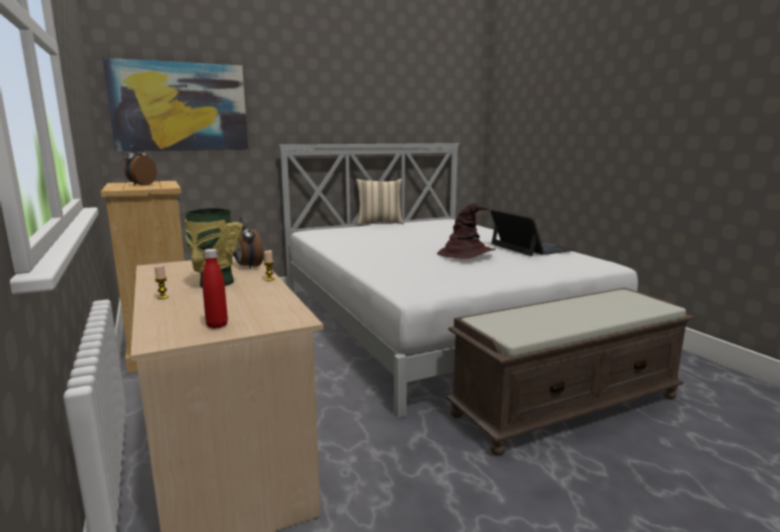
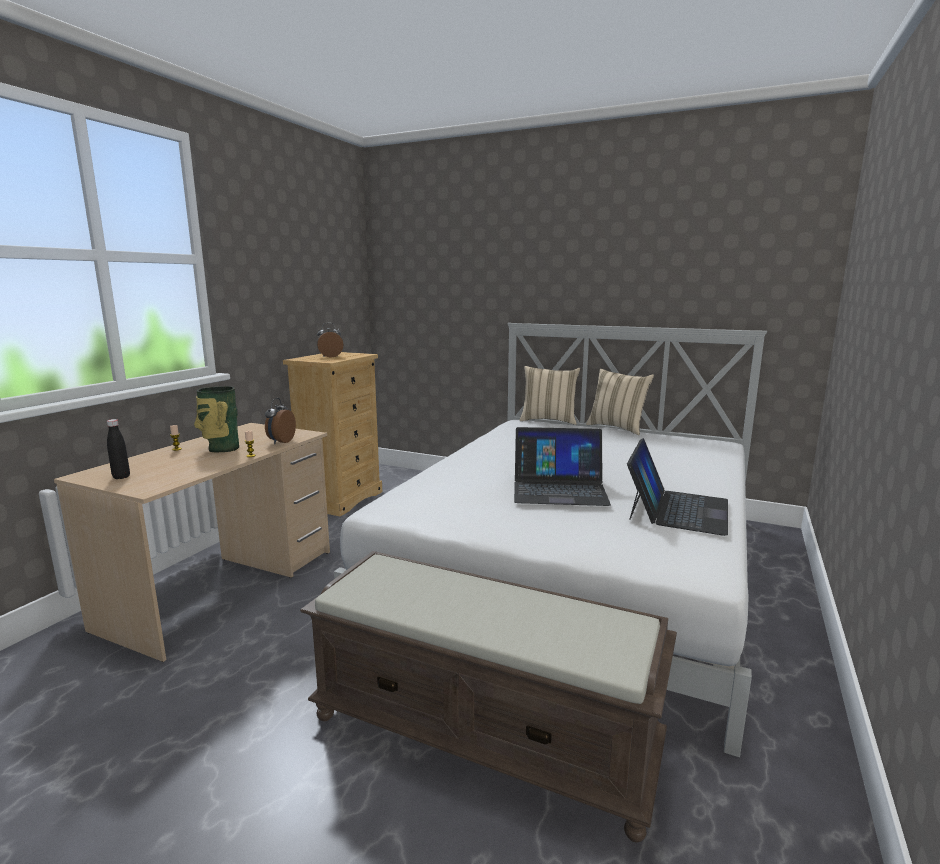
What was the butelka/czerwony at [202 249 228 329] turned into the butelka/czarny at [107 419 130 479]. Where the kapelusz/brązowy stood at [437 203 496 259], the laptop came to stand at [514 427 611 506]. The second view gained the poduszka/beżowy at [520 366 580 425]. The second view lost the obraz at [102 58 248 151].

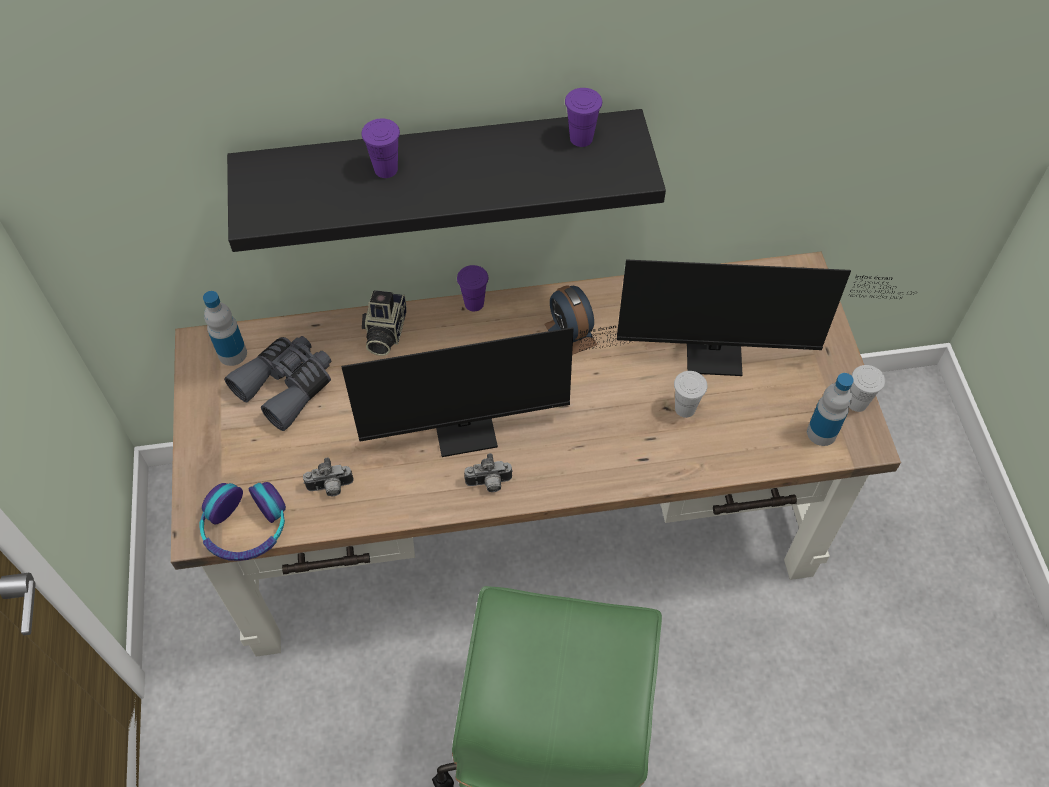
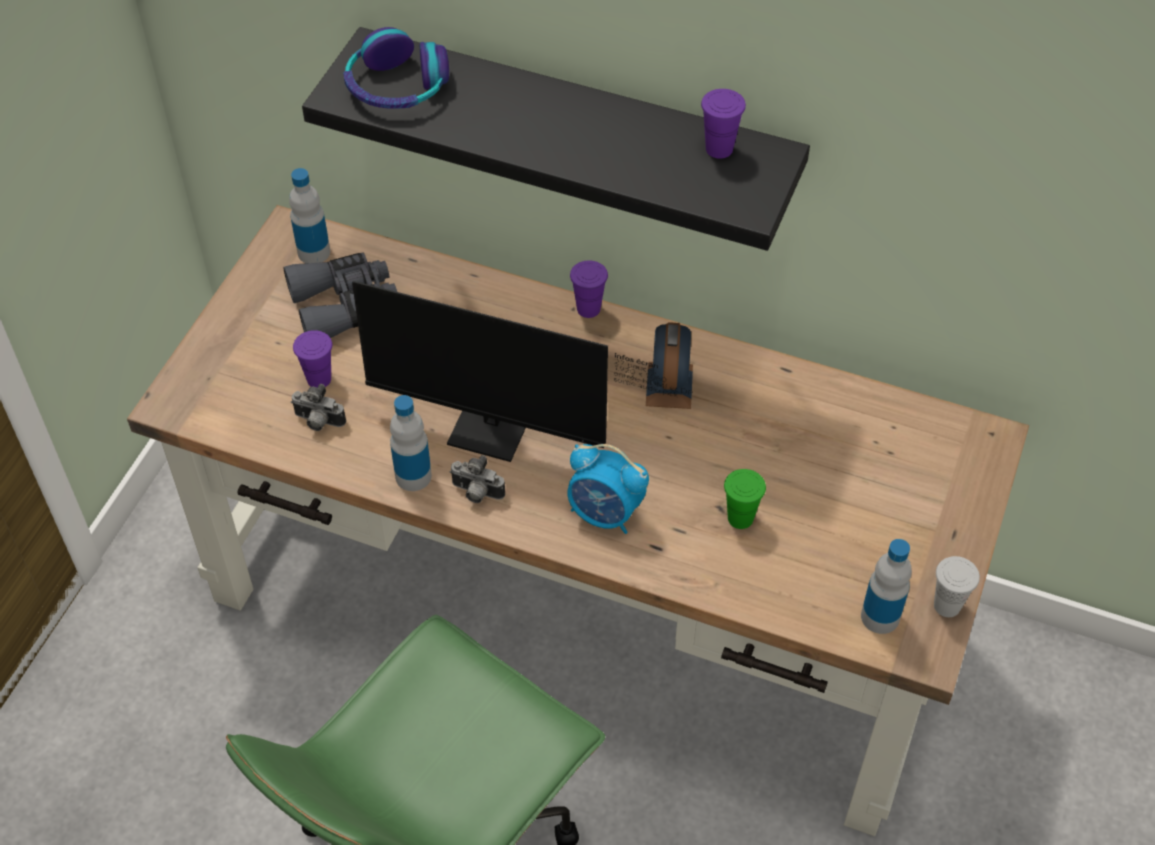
The filiżanka/fioletowy ended up elsewhere, having gone from [362 119 400 178] to [293 330 332 388]. The słuchawki ended up elsewhere, having gone from [200 482 286 561] to [343 27 449 108]. The second view gained the butelka at [390 395 432 491]. The second view gained the budzik at [567 444 649 534]. What was the filiżanka/biały at [674 371 707 418] turned into the filiżanka/zielony at [724 469 766 529]. The second view lost the aparat fotograficzny at [362 290 407 356]. The second view lost the monitor at [617 259 914 376].

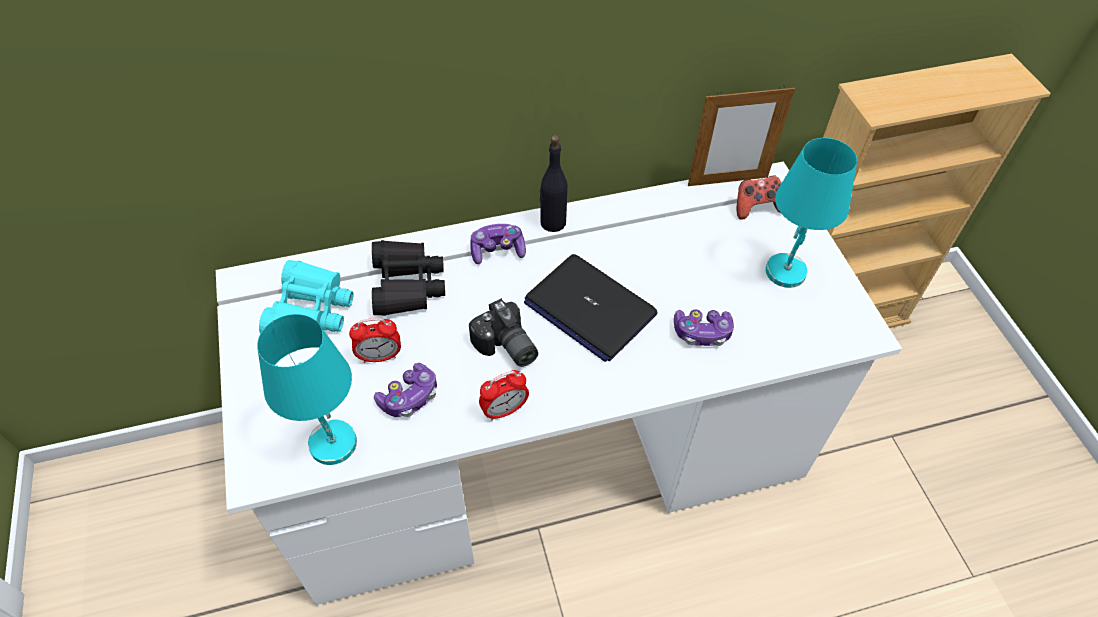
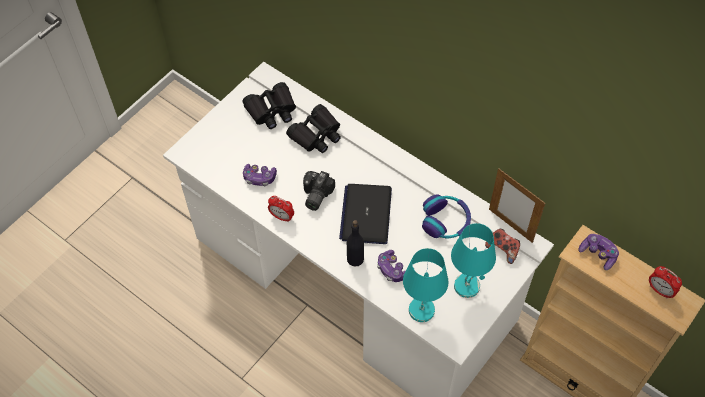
What was the lornetka/turkusowy at [259 260 354 333] turned into the lornetka/czarny at [242 82 296 129]. The butelka/czarny ended up elsewhere, having gone from [539 135 568 232] to [346 220 364 267]. The lampa stołowa/turkusowy ended up elsewhere, having gone from [257 314 357 465] to [403 248 448 322]. The second view gained the słuchawki at [422 194 471 238]. The pad do gier ended up elsewhere, having gone from [470 224 526 264] to [578 234 619 270]. The budzik ended up elsewhere, having gone from [349 318 401 363] to [649 266 682 299].

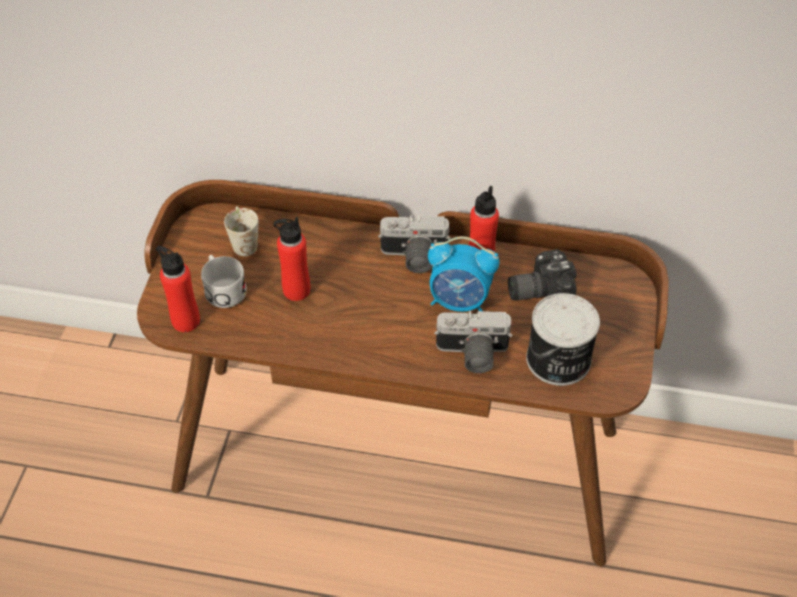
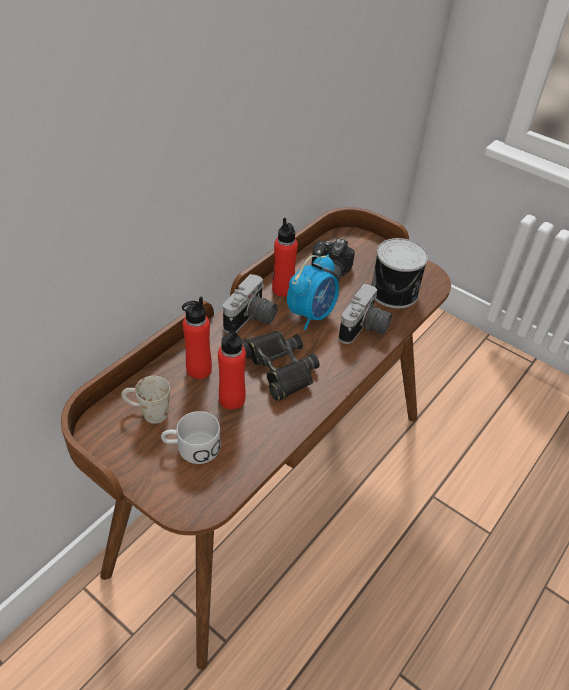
The butelka/czerwony ended up elsewhere, having gone from [156 246 200 332] to [182 297 212 379]. The second view gained the lornetka/czarny at [242 331 320 401].

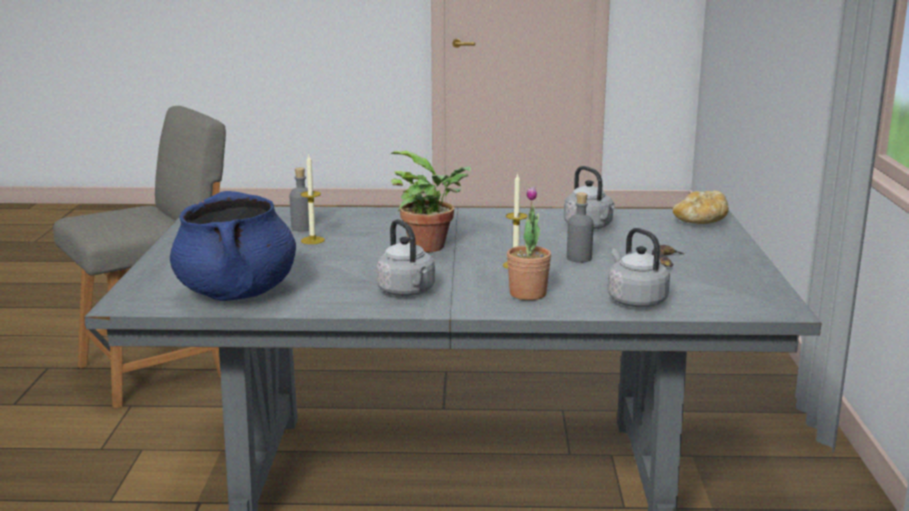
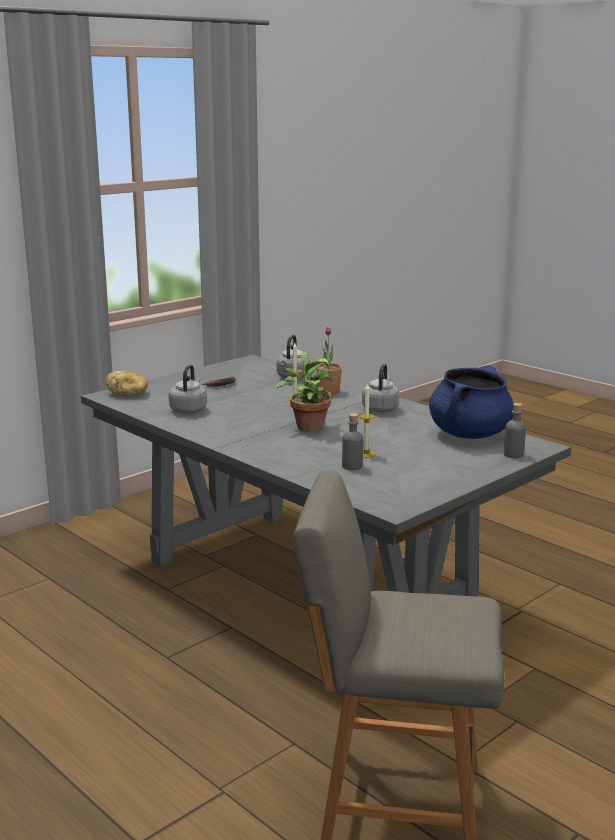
The butelka/szary ended up elsewhere, having gone from [567 192 594 263] to [504 403 526 458].

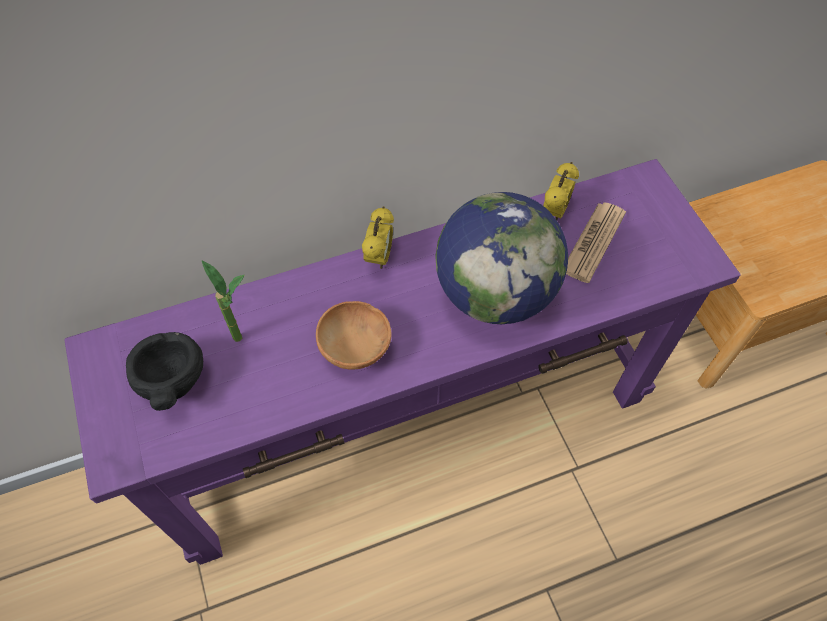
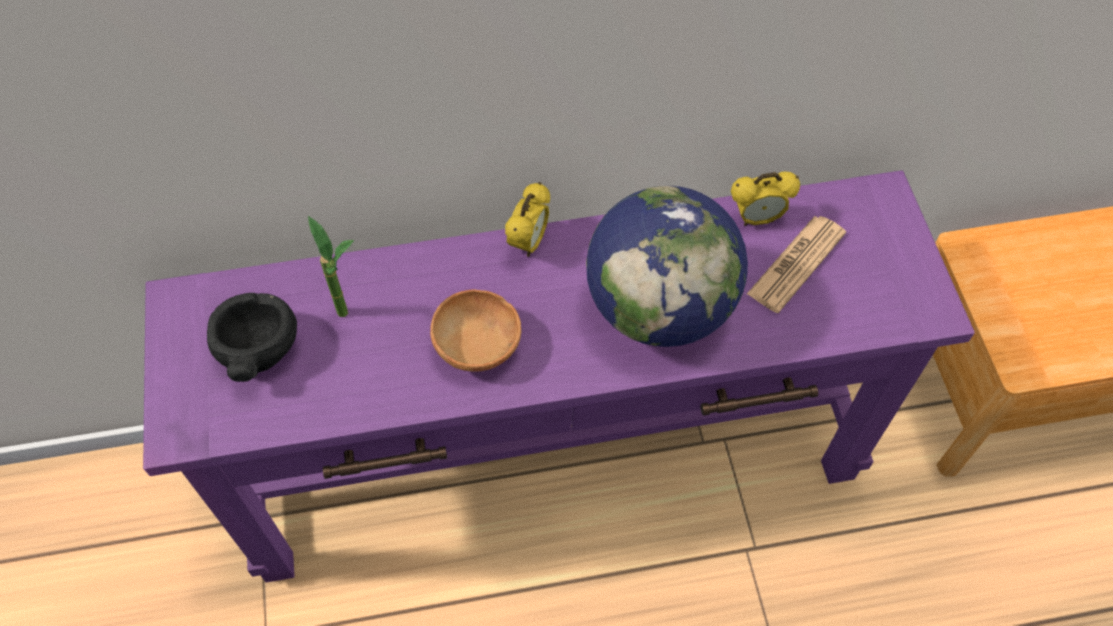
The budzik at [543 162 579 220] ended up facing another way, 45 degrees clockwise from before.

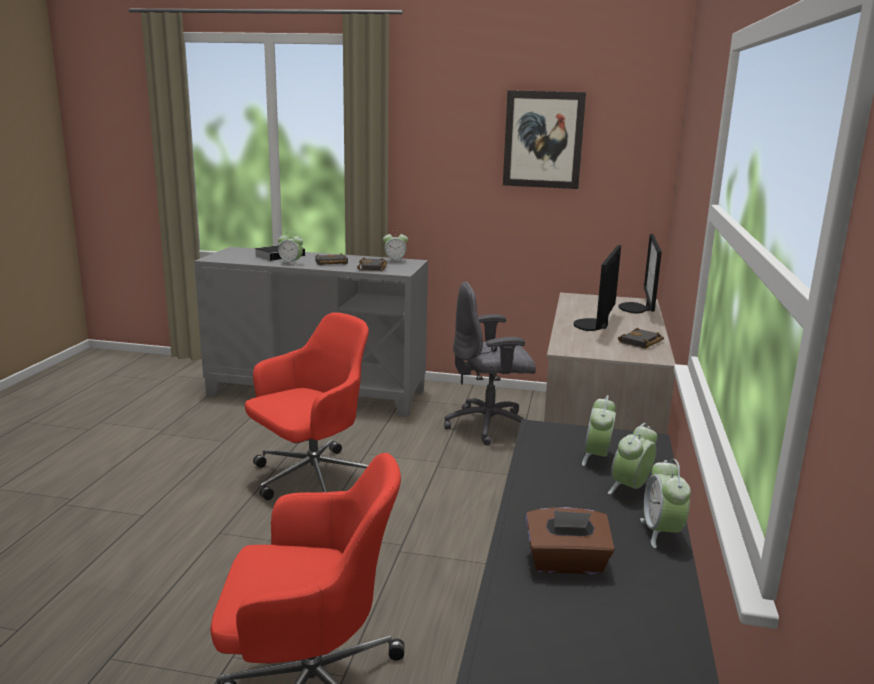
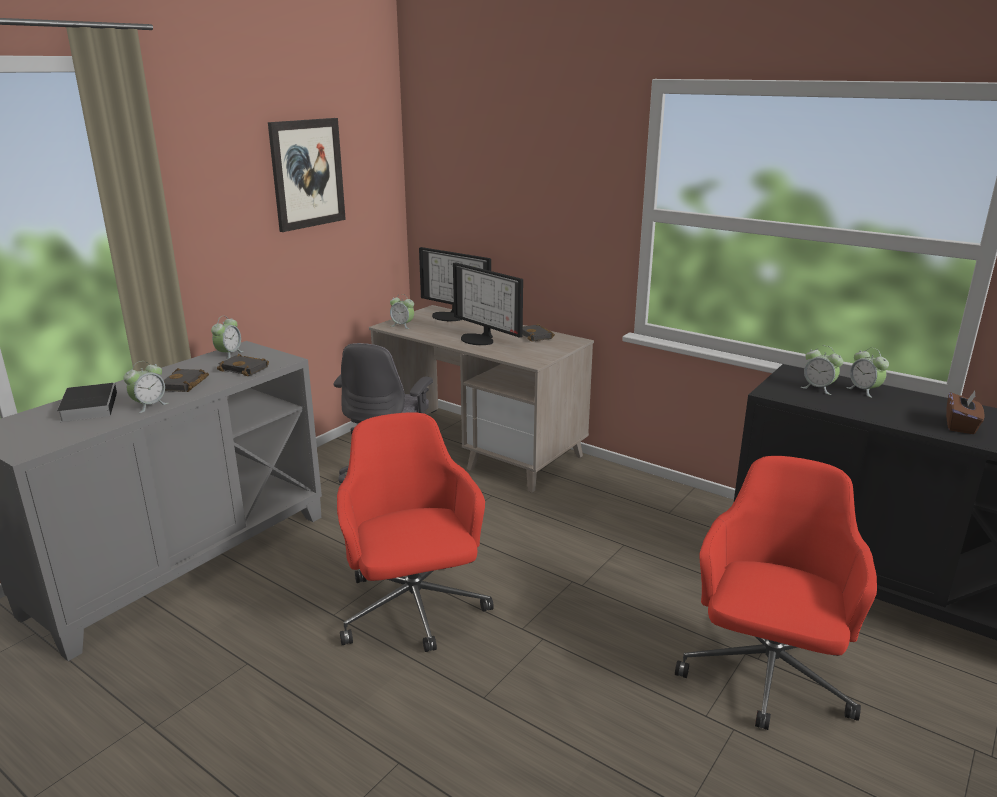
The budzik ended up elsewhere, having gone from [640 459 691 548] to [390 294 414 329].

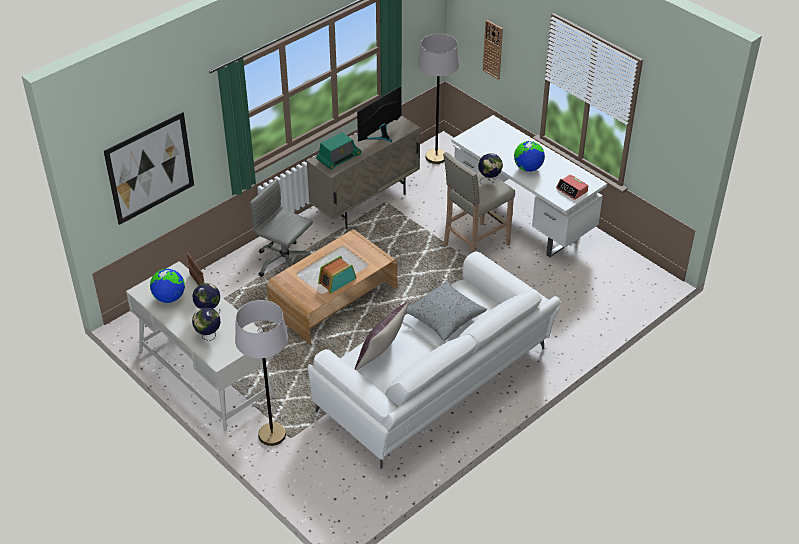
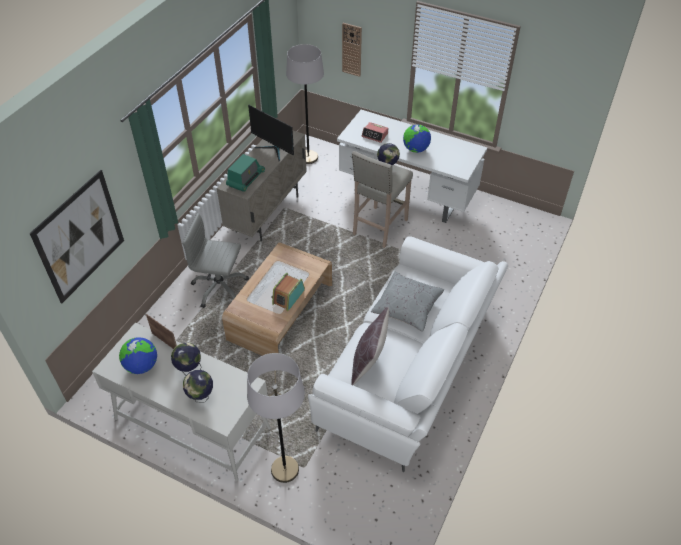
The monitor at [357 85 402 142] ended up facing another way, 75 degrees counterclockwise from before. The budzik ended up elsewhere, having gone from [556 174 588 200] to [362 122 388 143].

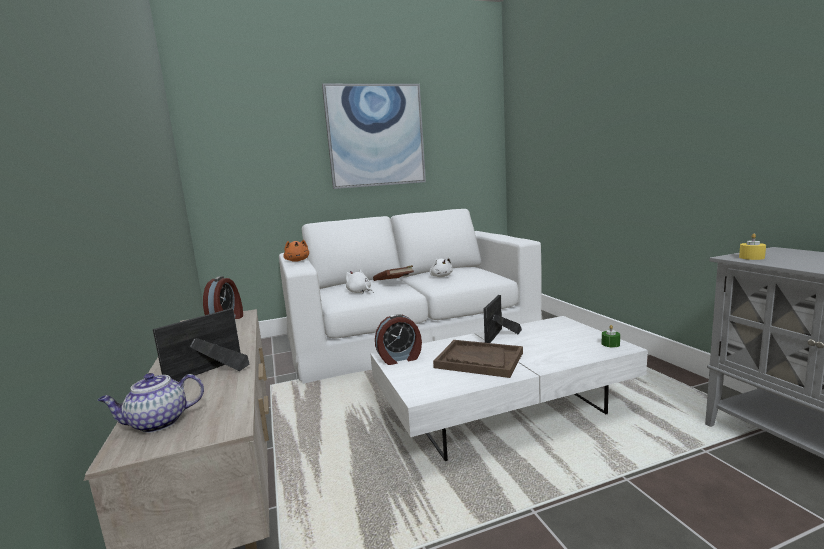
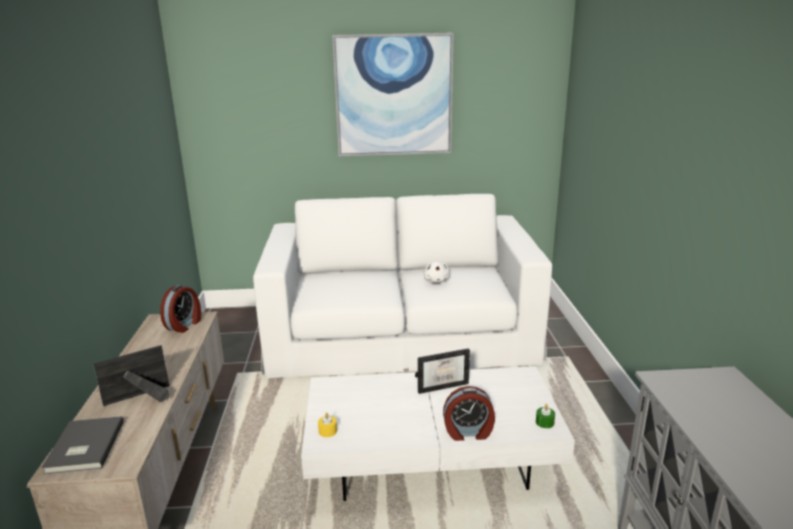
Where the imbryk stood at [98 373 204 433], the książka/szary came to stand at [41 416 124 475]. The świeca/żółty ended up elsewhere, having gone from [739 233 766 260] to [318 413 337 437]. The ramka na zdjęcie at [484 295 522 343] ended up facing another way, 150 degrees counterclockwise from before. The budzik ended up elsewhere, having gone from [375 314 422 365] to [443 386 495 441]. The second view lost the pluszak/pomarańczowy at [284 240 309 262]. The second view lost the pluszak/biały at [346 269 374 294]. The second view lost the książka/brązowy at [373 265 414 281]. The second view lost the taca/brązowy at [433 340 523 378].

